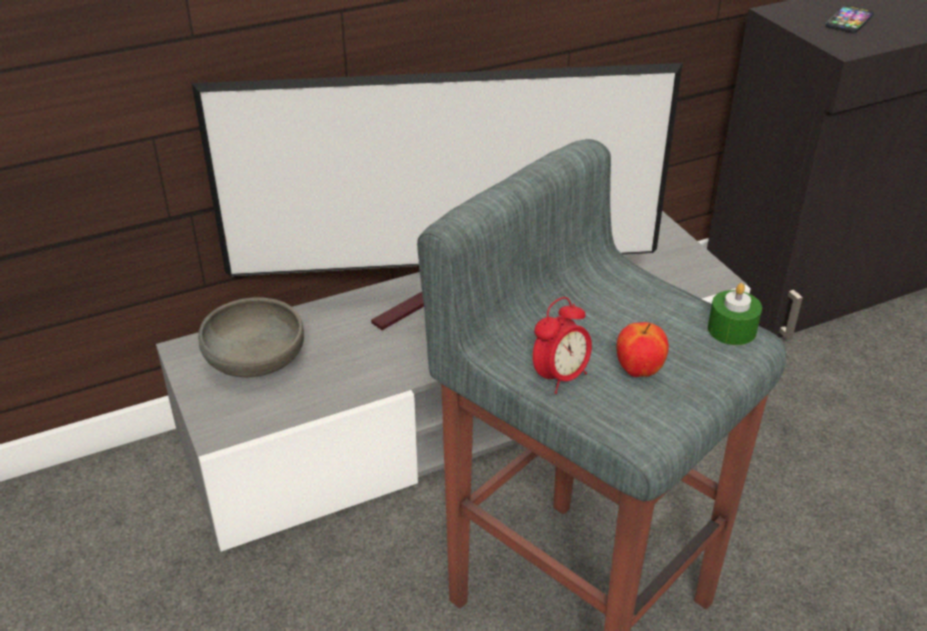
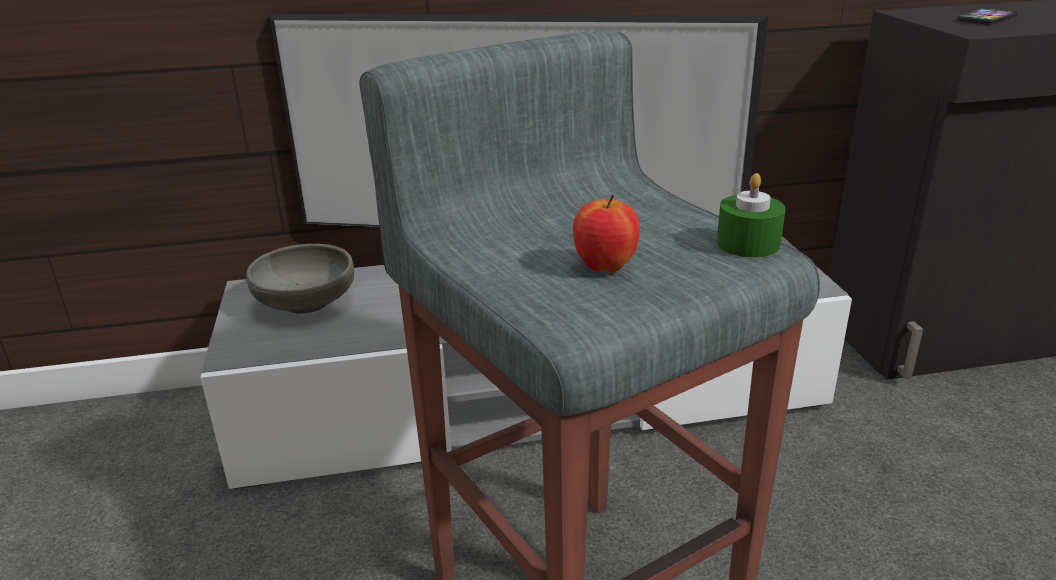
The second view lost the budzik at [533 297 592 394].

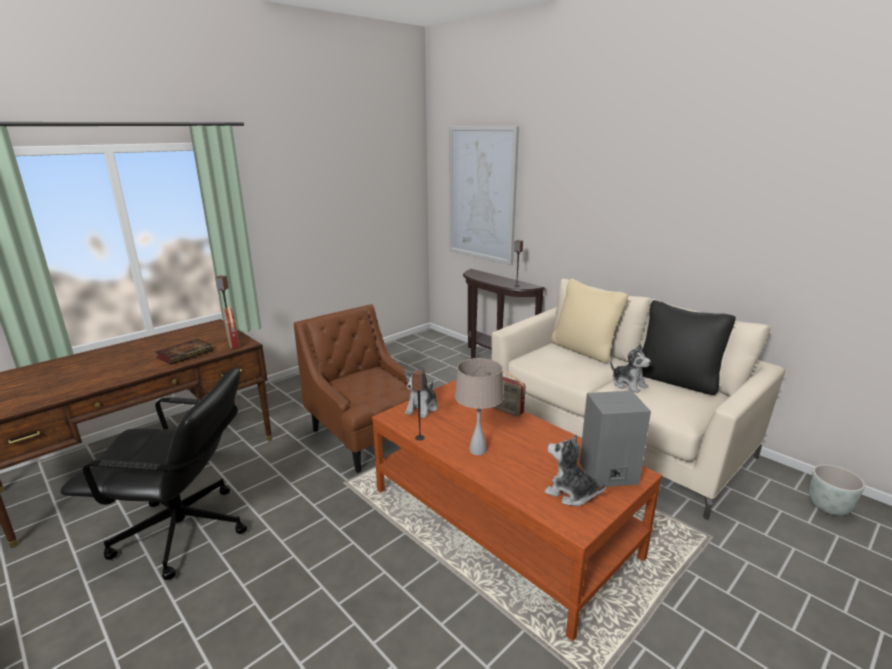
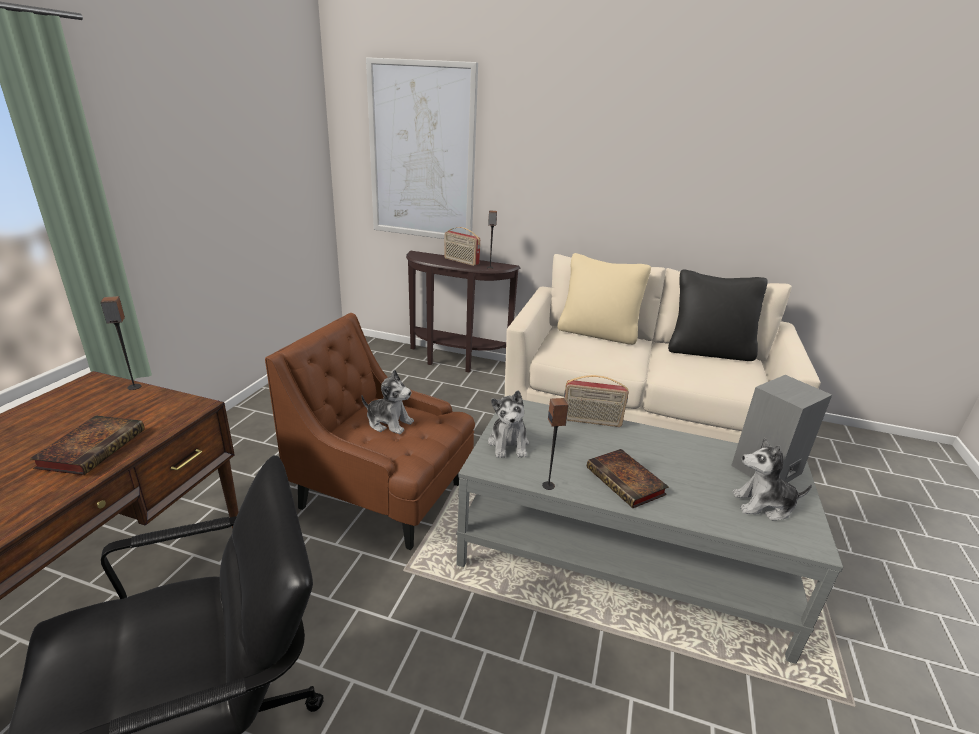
The pluszak ended up elsewhere, having gone from [610 344 651 393] to [361 369 414 434]. The radio ended up elsewhere, having gone from [223 306 240 349] to [444 227 480 266]. What was the ława/brązowy at [372 380 662 641] turned into the ława/szary at [456 396 843 664]. Where the lampa stołowa/beżowy stood at [454 358 504 455], the książka came to stand at [587 449 669 508]. The second view lost the donica/szary at [809 464 865 516].

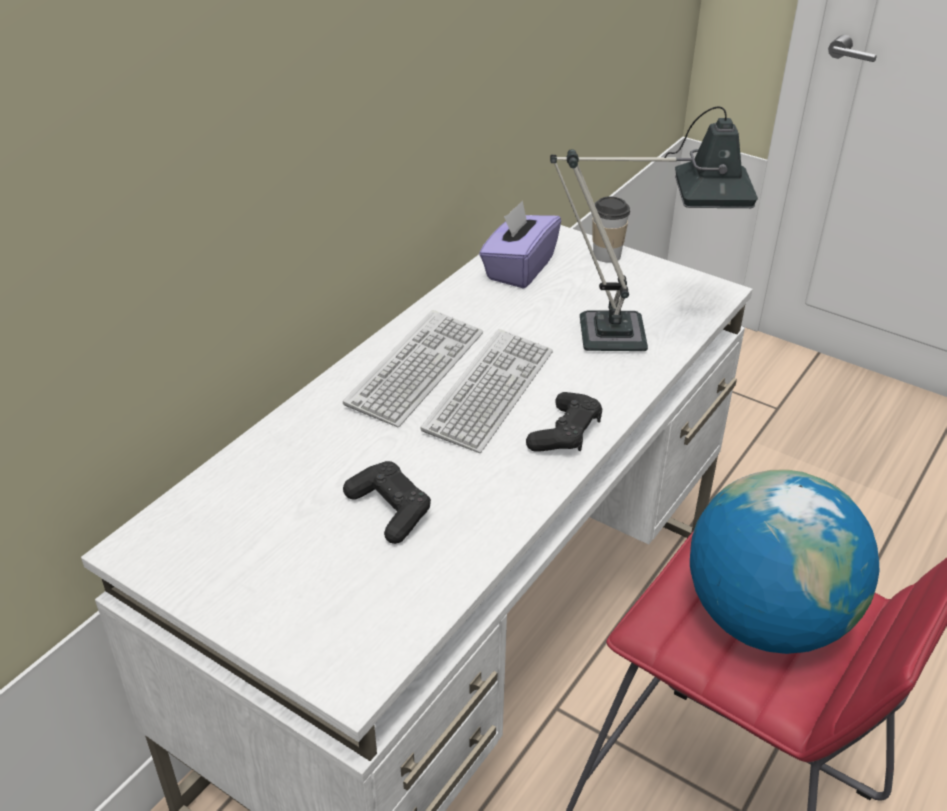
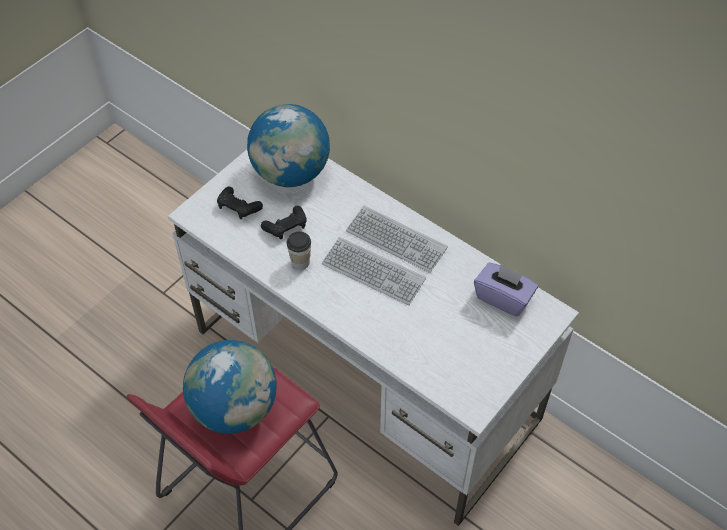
The pad do gier/czarny ended up elsewhere, having gone from [526 392 602 452] to [217 187 263 219]. The second view gained the globus at [247 104 330 187]. The filiżanka ended up elsewhere, having gone from [593 196 630 263] to [286 231 311 270]. The second view lost the lampa stołowa at [550 107 758 351].

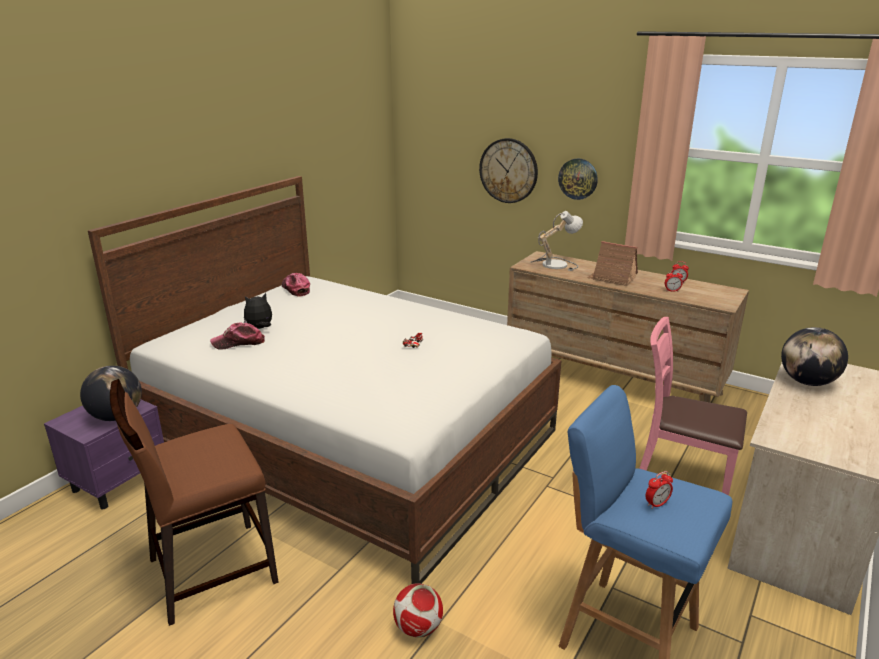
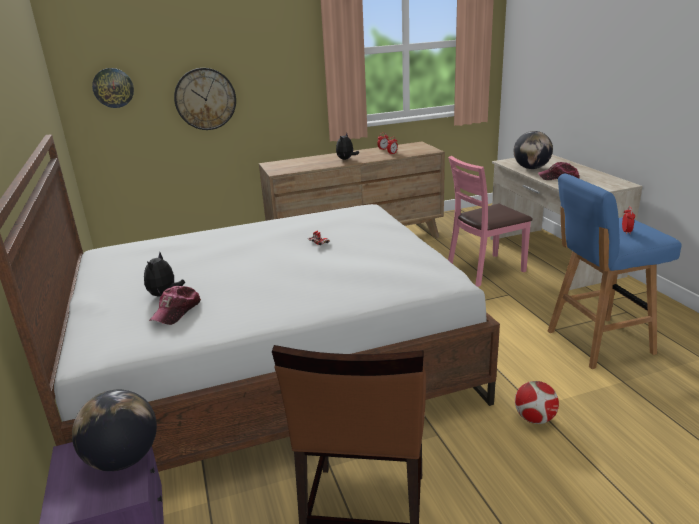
The zegar ścienny ended up elsewhere, having gone from [558 158 598 200] to [92 68 134 108]. Where the domek stood at [588 241 638 286], the pluszak came to stand at [336 133 359 160]. The czapka z daszkiem ended up elsewhere, having gone from [282 273 310 297] to [538 162 580 180]. The second view lost the lampa stołowa at [531 211 583 271].

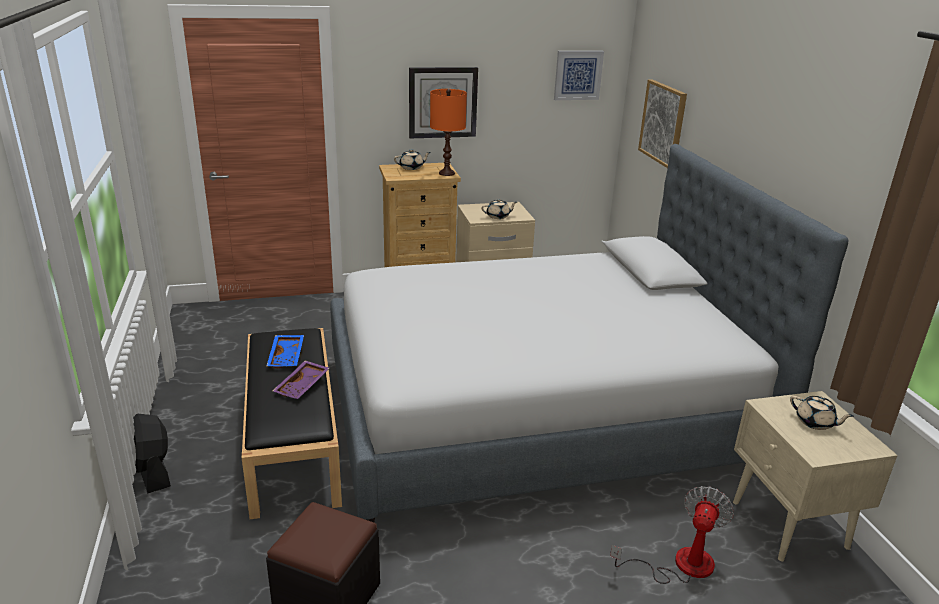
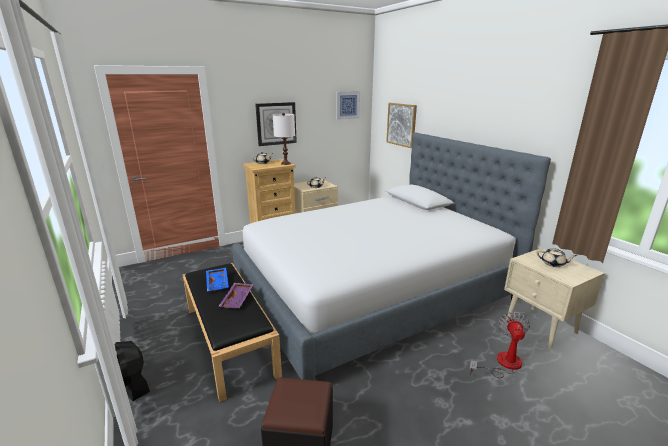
What was the lampa stołowa/pomarańczowy at [430 89 467 176] turned into the lampa stołowa/biały at [273 113 295 165].

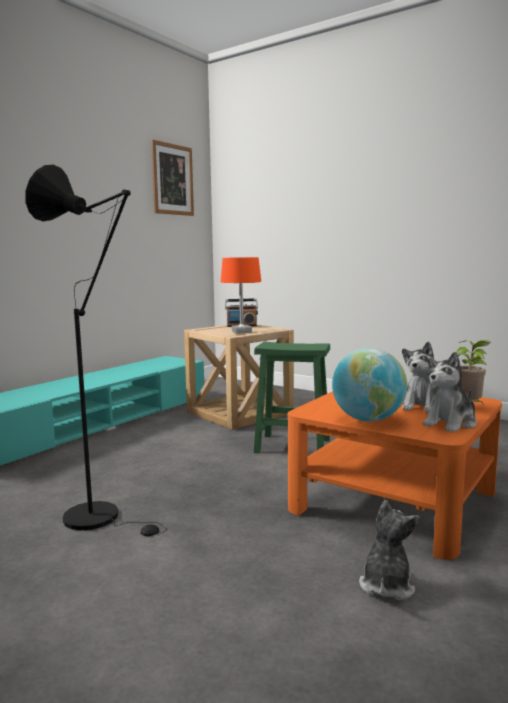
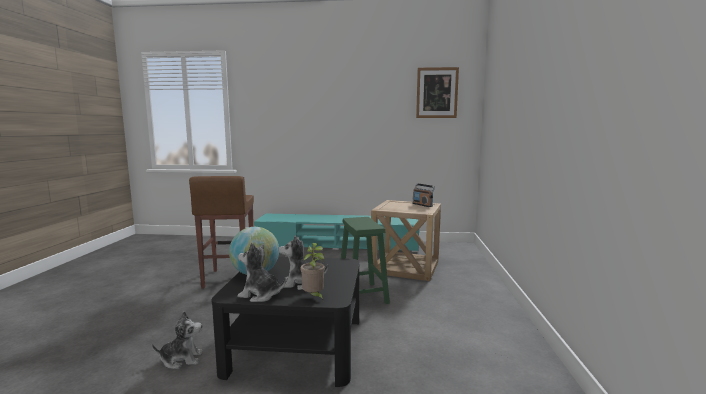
Where the lampa stojąca/czarny stood at [25 165 166 536], the stołek/brązowy came to stand at [189 176 254 289]. What was the ława/pomarańczowy at [288 391 502 560] turned into the ława/czarny at [211 256 360 387]. The second view lost the lampa stołowa/pomarańczowy at [221 257 261 334].

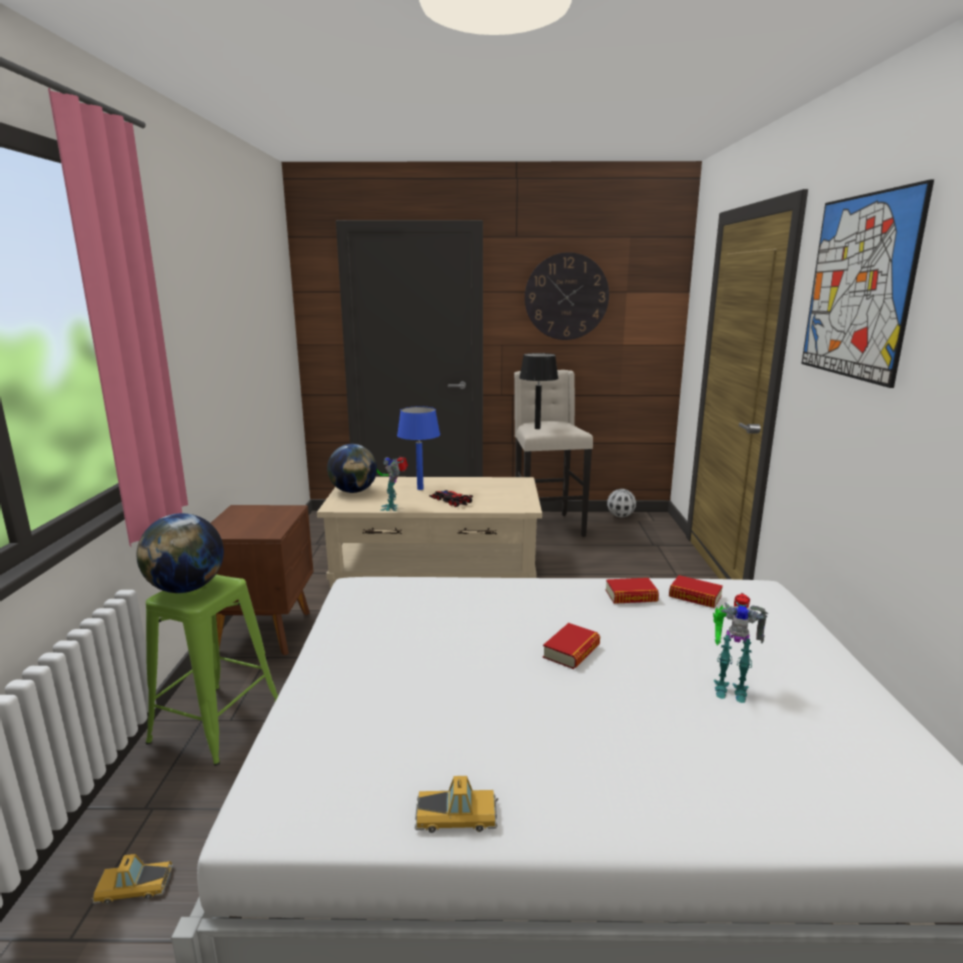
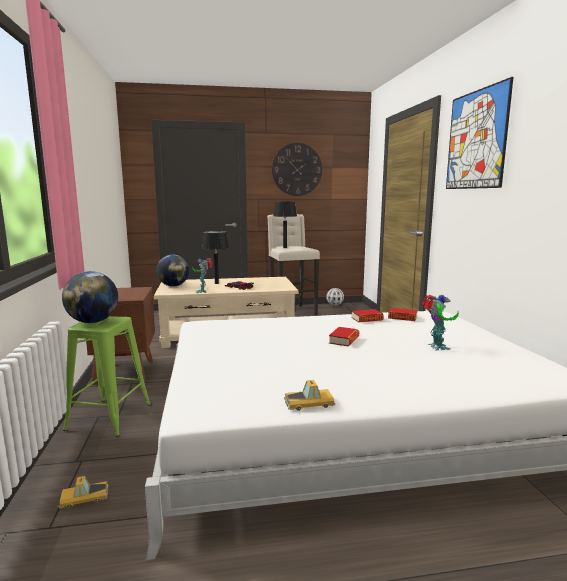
What was the lampa stołowa/niebieski at [397 406 440 490] turned into the lampa stołowa/czarny at [202 231 229 284]. The robot zabawkowy at [713 593 768 703] ended up facing another way, 105 degrees counterclockwise from before.

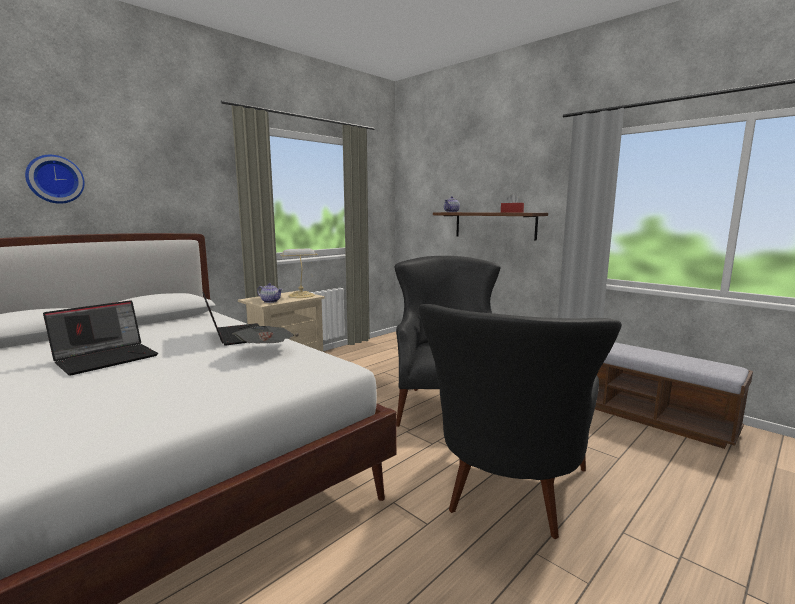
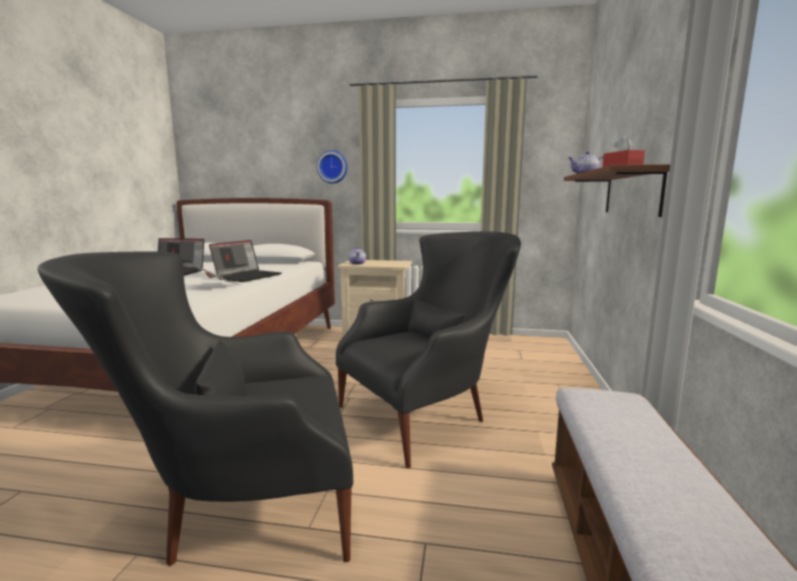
The zegar ścienny ended up elsewhere, having gone from [25 155 85 204] to [317 150 347 184]. The second view lost the lampa stołowa at [280 248 318 298].

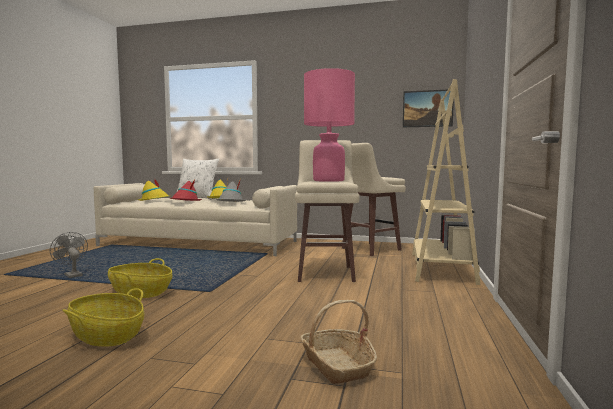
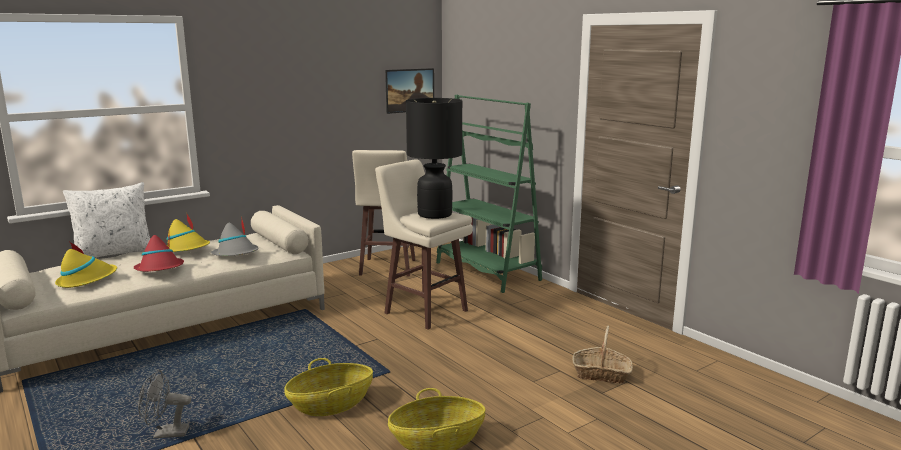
What was the lampa stołowa/różowy at [304 68 355 182] turned into the lampa stołowa/czarny at [406 98 463 219]. What was the regał/beżowy at [412 79 480 285] turned into the regał/zielony at [436 95 542 293].

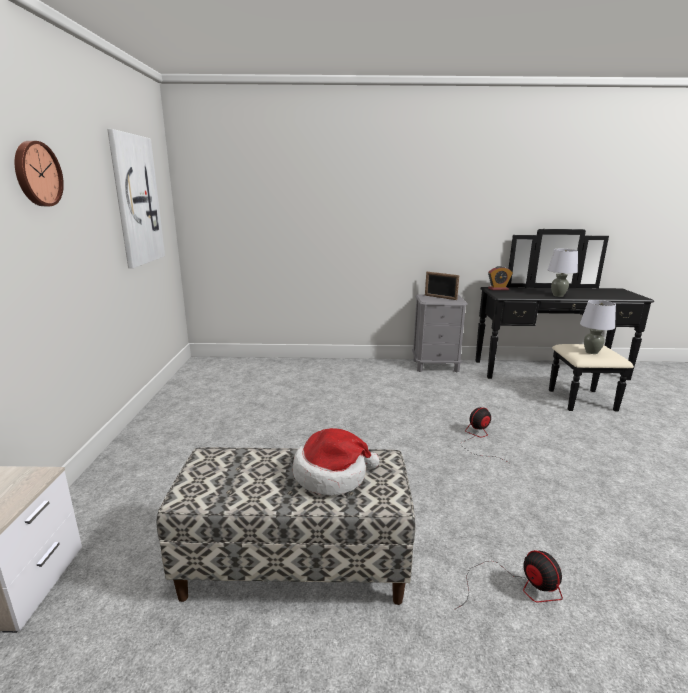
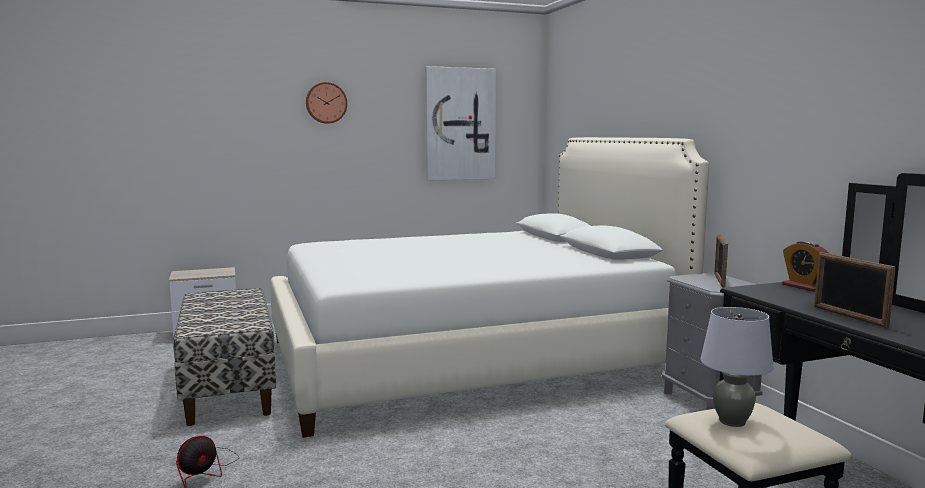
The second view gained the łóżko/biały at [270 137 709 438]. Where the lampa stołowa/szary stood at [548 249 578 297], the ramka na zdjęcie came to stand at [814 252 896 328]. The second view lost the kapelusz at [293 428 380 496]. The second view lost the wentylator at [460 407 511 464].

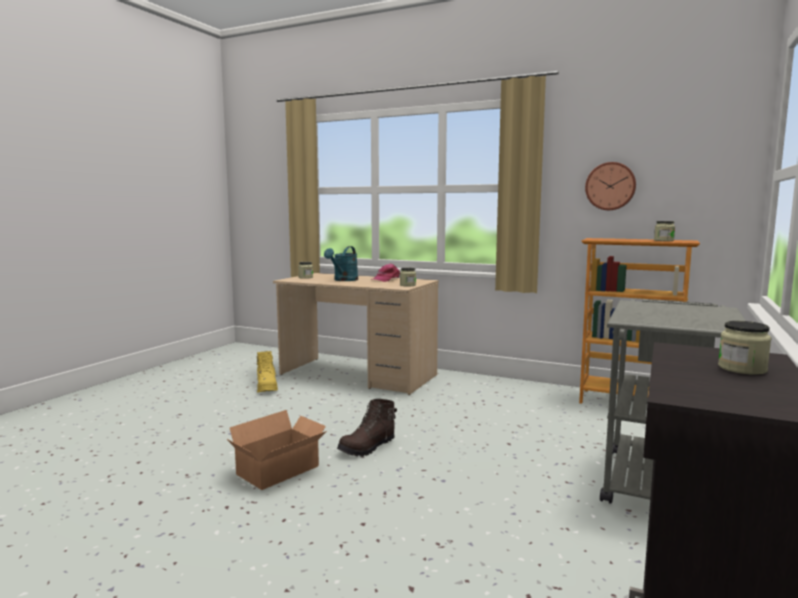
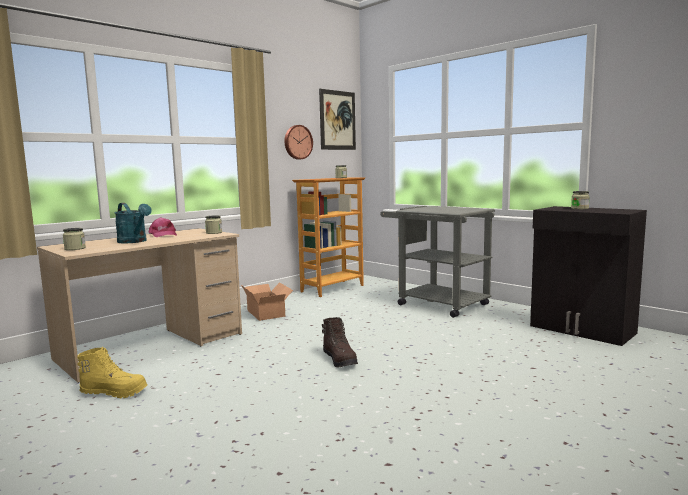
The karton ended up elsewhere, having gone from [227 410 327 490] to [241 282 293 321]. The second view gained the obraz at [319 89 356 150].

